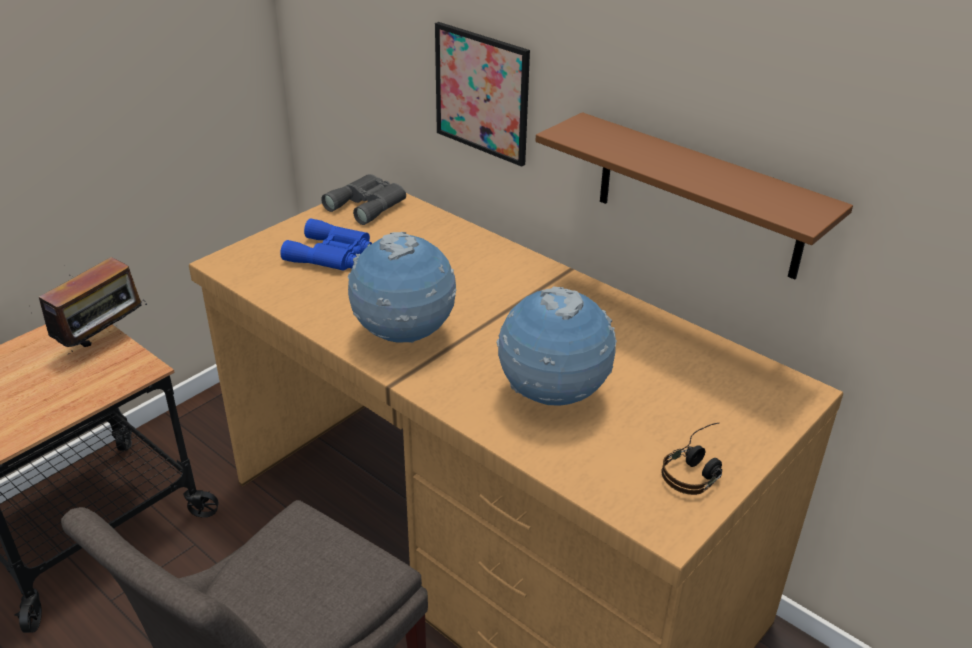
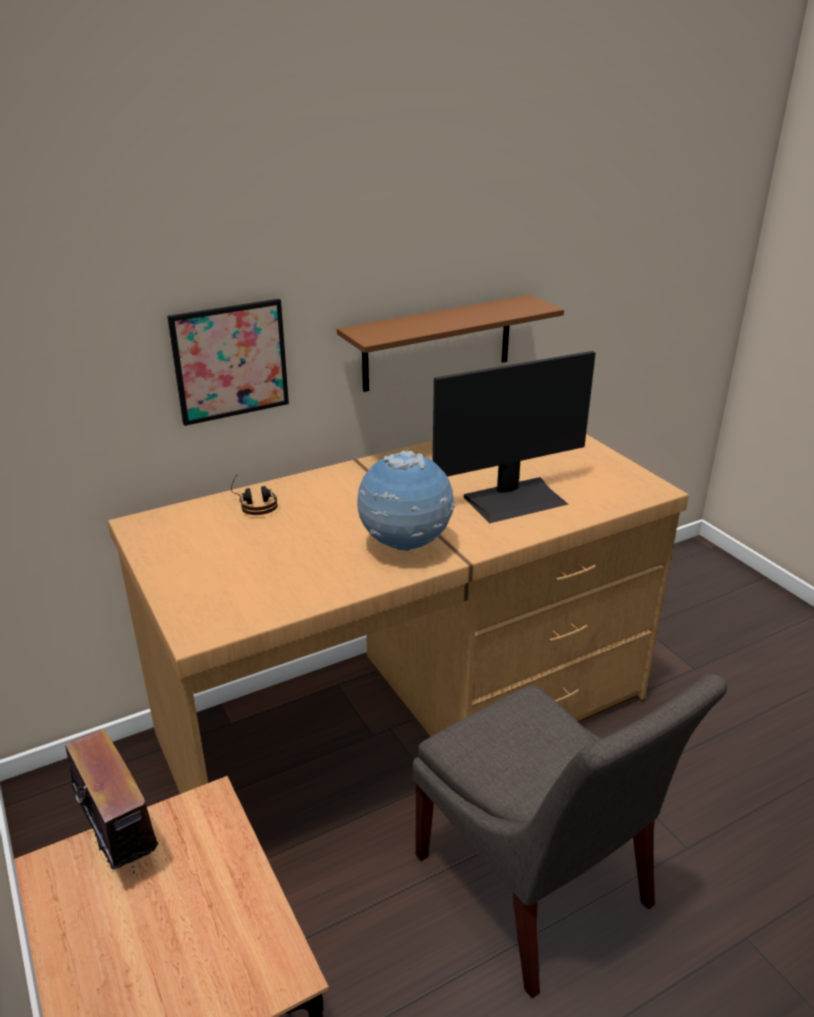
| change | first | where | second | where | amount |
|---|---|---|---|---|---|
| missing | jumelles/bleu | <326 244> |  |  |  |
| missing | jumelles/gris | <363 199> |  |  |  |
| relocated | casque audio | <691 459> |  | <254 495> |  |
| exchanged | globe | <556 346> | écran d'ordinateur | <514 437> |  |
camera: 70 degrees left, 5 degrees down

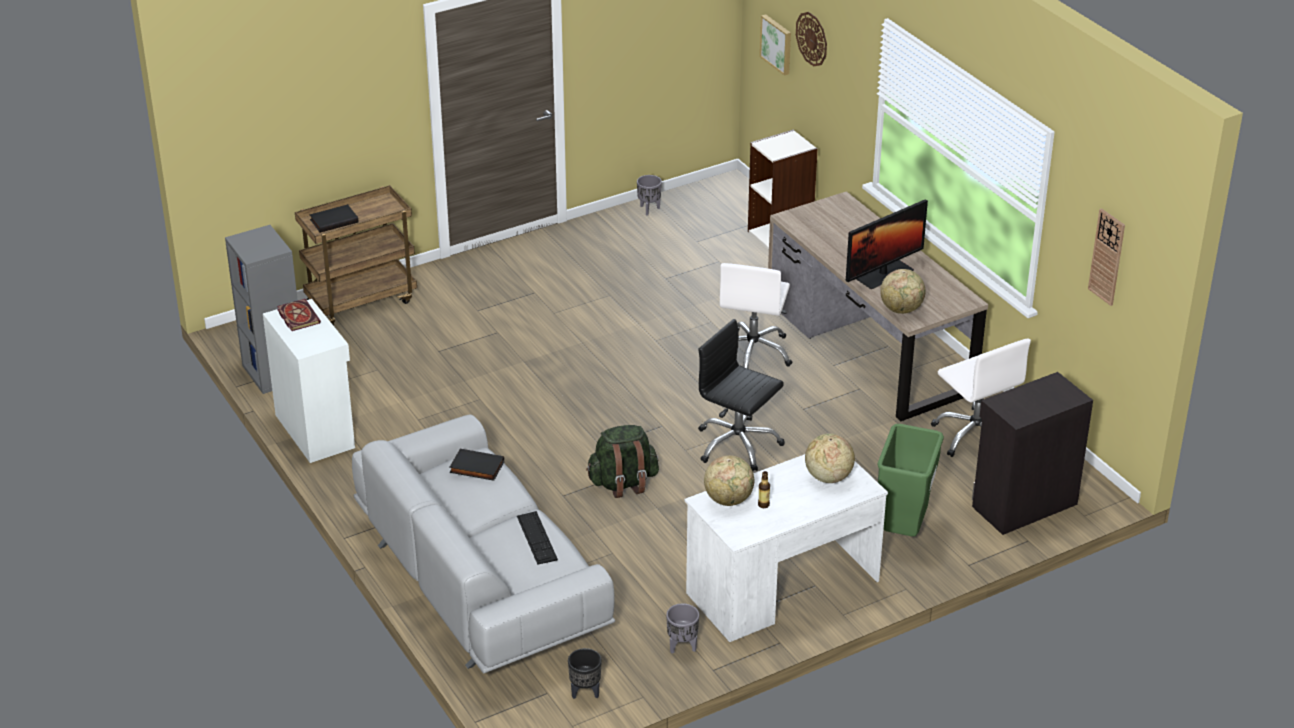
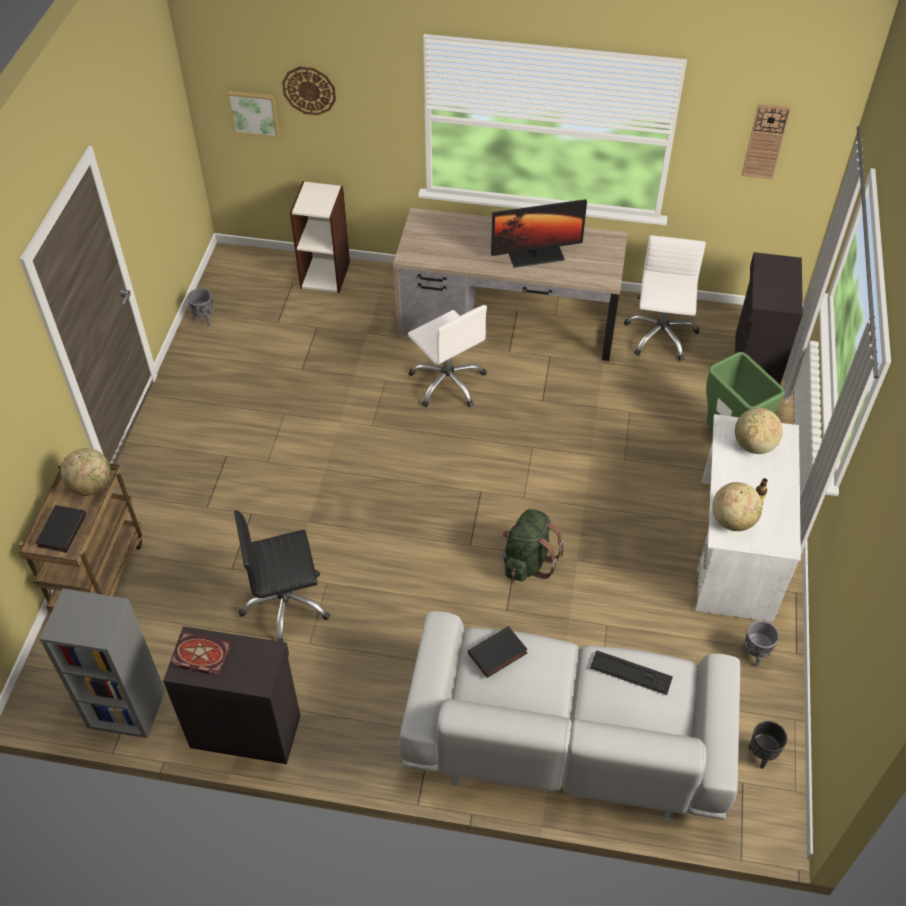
| change | first | where | second | where | amount |
|---|---|---|---|---|---|
| relocated | chaise de bureau/noir | <741 395> |  | <282 576> |  |
| relocated | globe | <903 291> |  | <86 472> |  |
| colour | meuble de rangement/blanc | <309 381> | meuble de rangement/noir | <232 695> |  |
| spun | écran d'ordinateur | <887 244> |  | <539 233> | 75 degrees clockwise |
| spun | chaise de bureau/blanc | <981 398> |  | <665 298> | 90 degrees counterclockwise |
camera: 50 degrees left, 15 degrees up

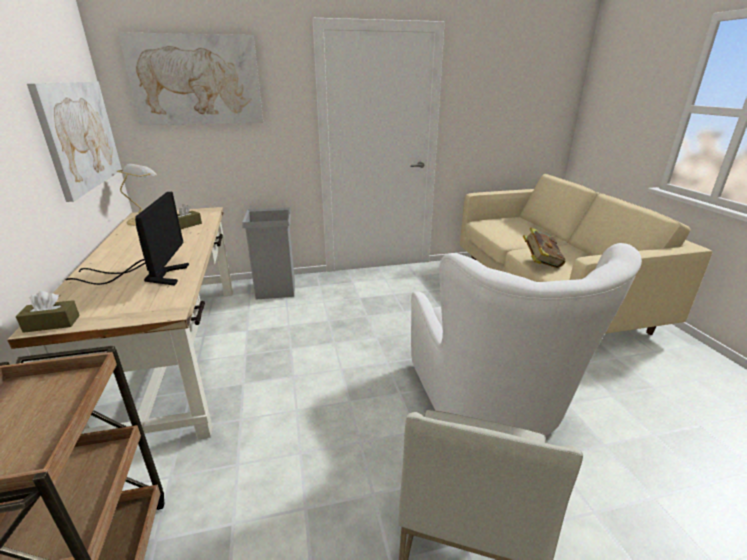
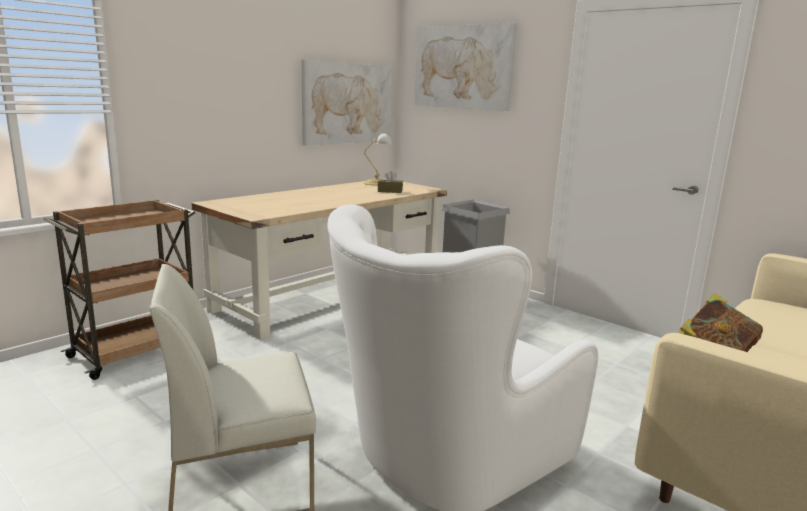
| change | first | where | second | where | amount |
|---|---|---|---|---|---|
| missing | boîte à mouchoirs/marron | <48 312> |  |  |  |
| missing | écran d'ordinateur | <127 239> |  |  |  |
camera: 55 degrees right, 10 degrees down

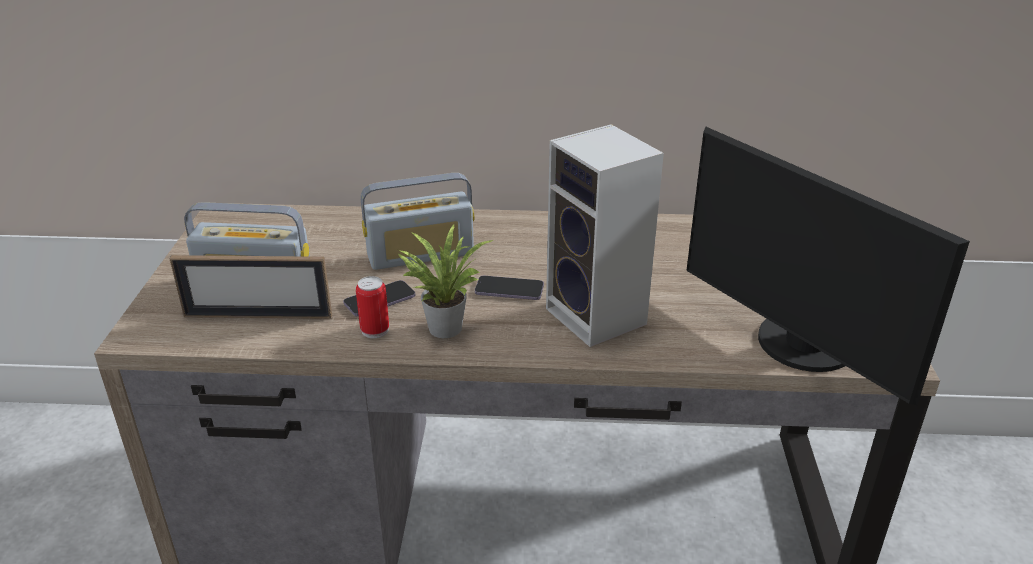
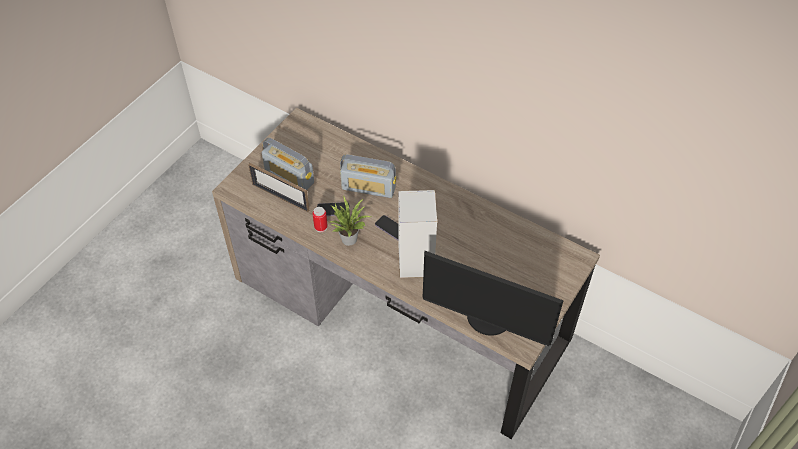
| change | first | where | second | where | amount |
|---|---|---|---|---|---|
| spun | écran d'ordinateur | <828 266> |  | <493 298> | 60 degrees counterclockwise |
camera: 30 degrees right, 20 degrees up

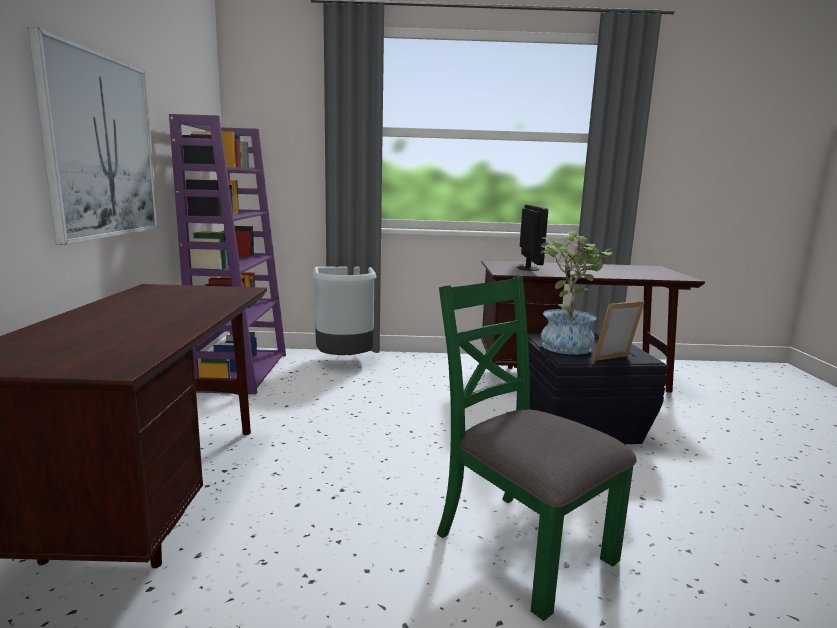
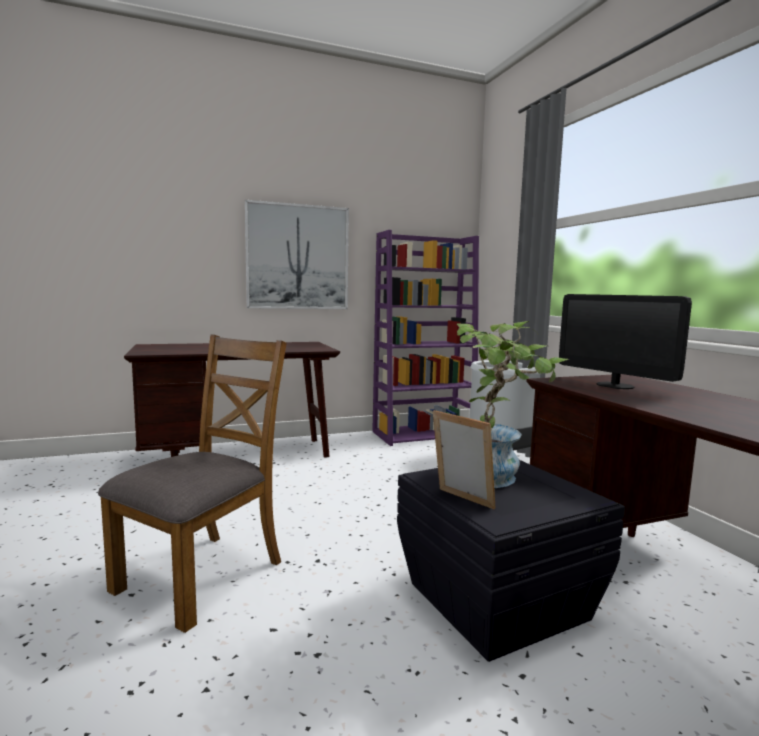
| change | first | where | second | where | amount |
|---|---|---|---|---|---|
| colour | chaise/vert | <537 448> | chaise/marron | <192 483> |  |
| spun | écran d'ordinateur | <532 238> |  | <625 341> | 75 degrees clockwise |
camera: 70 degrees right, 5 degrees down

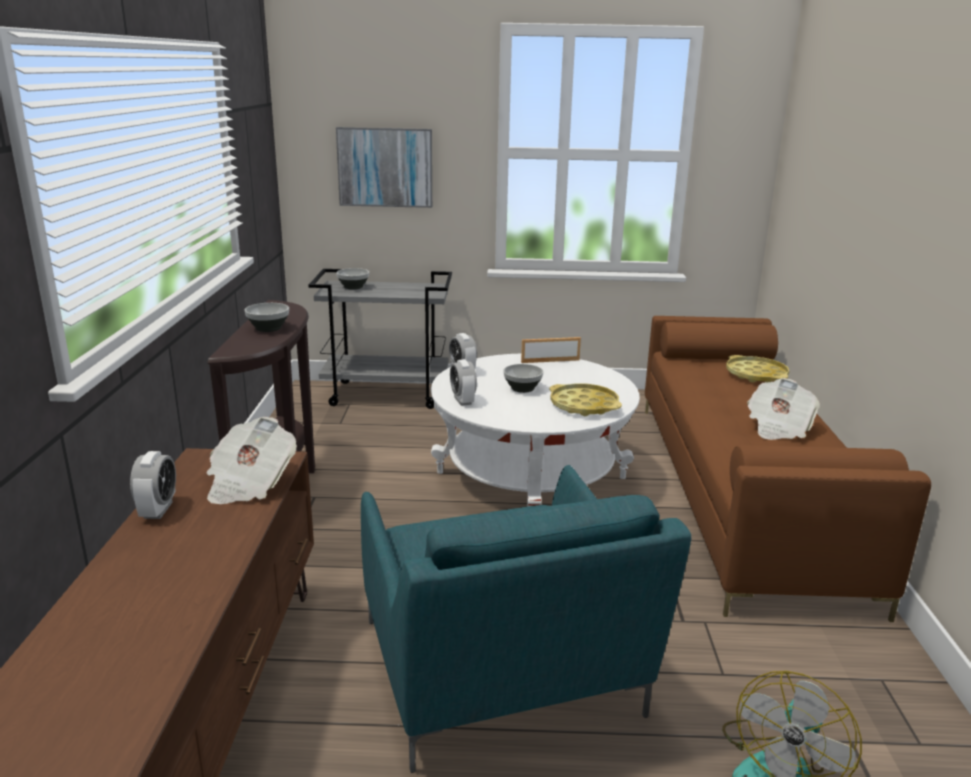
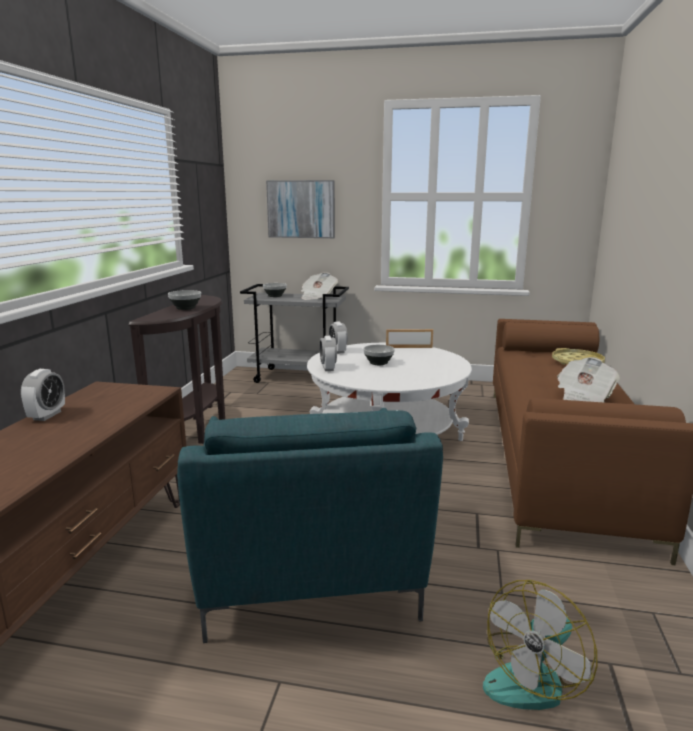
| change | first | where | second | where | amount |
|---|---|---|---|---|---|
| missing | plateau/jaune | <585 399> |  |  |  |
| relocated | journal | <252 460> |  | <319 286> |  |
camera: 10 degrees right, 5 degrees down

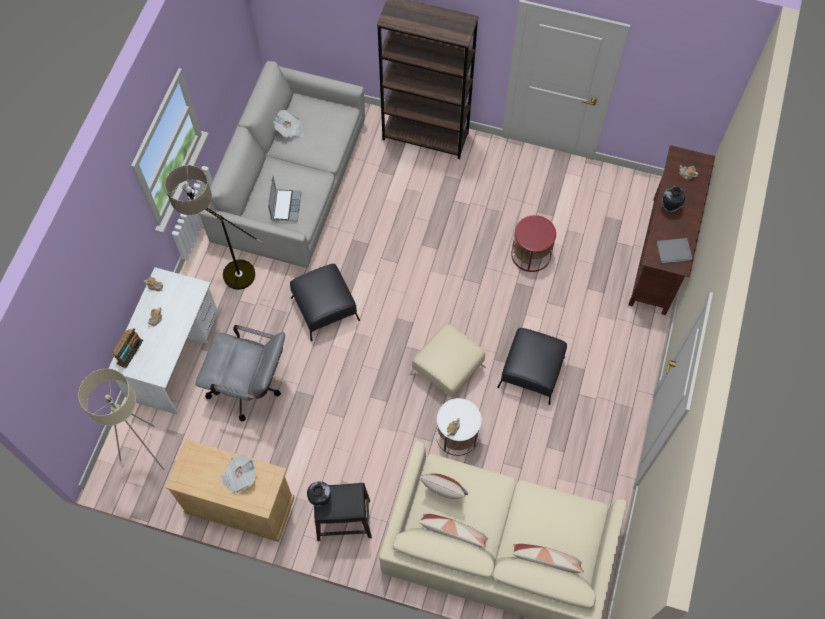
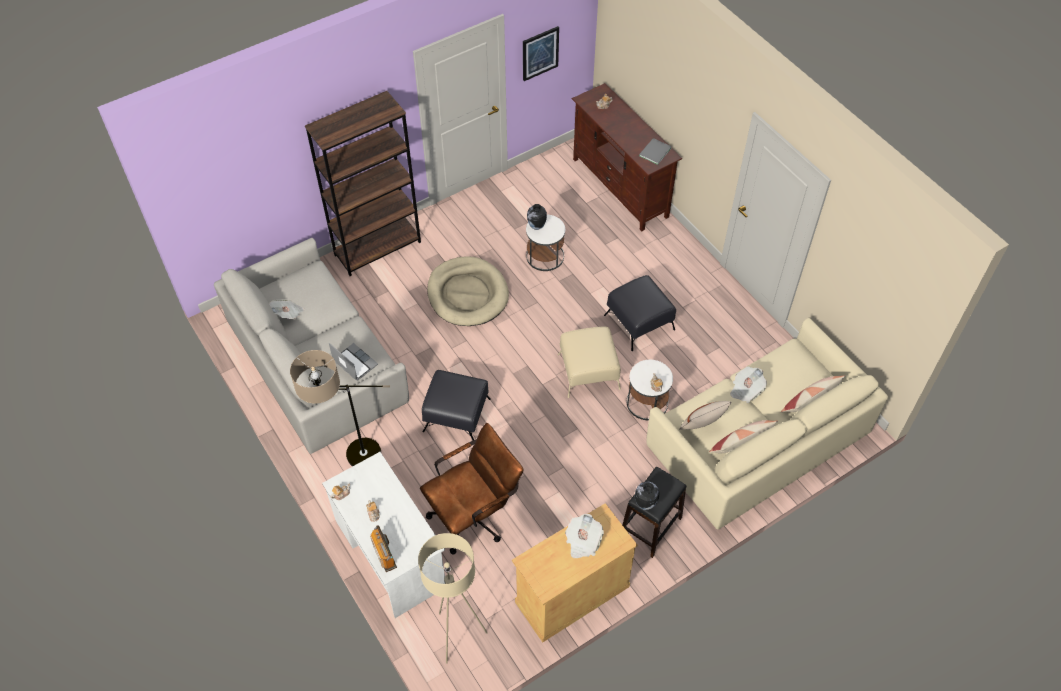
| change | first | where | second | where | amount |
|---|---|---|---|---|---|
| appeared |  |  | panier pour chien/beige | <468 291> |  |
| appeared |  |  | tableau | <541 53> |  |
| appeared |  |  | journal | <748 384> |  |
| relocated | vase | <673 199> |  | <537 217> |  |
| colour | chaise de bureau/gris | <240 373> | chaise de bureau/marron | <472 489> |  |
| colour | table d'appoint/rouge | <533 243> | table d'appoint/blanc | <545 242> |  |
camera: 50 degrees left, 10 degrees down

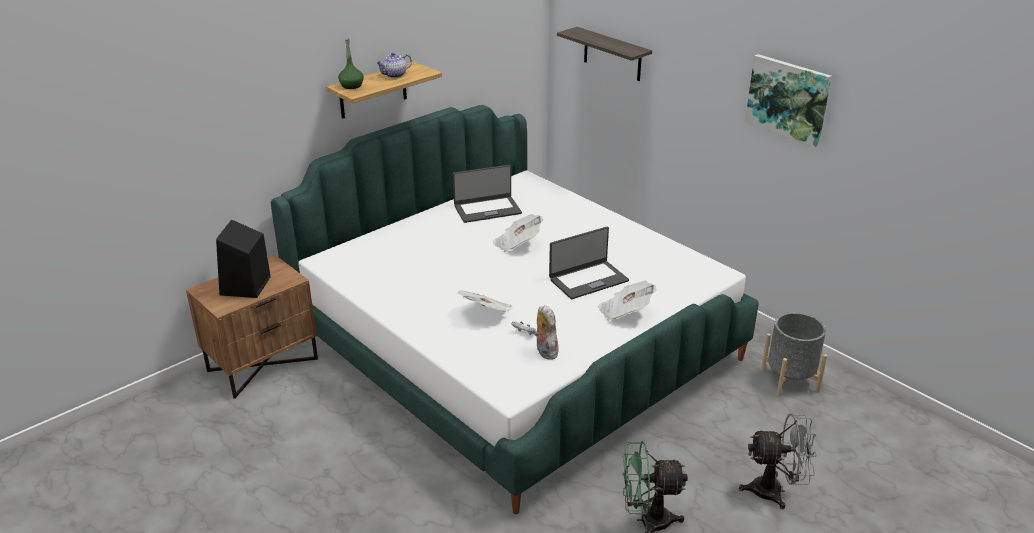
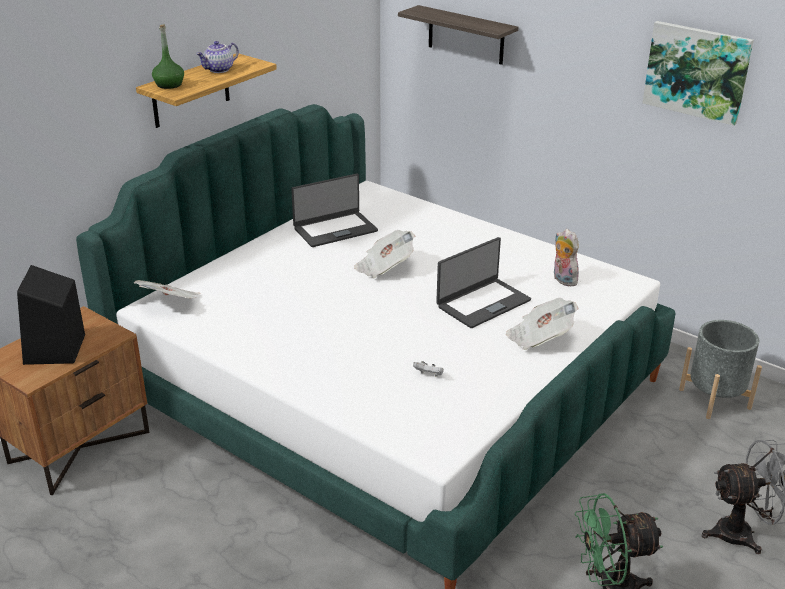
| change | first | where | second | where | amount |
|---|---|---|---|---|---|
| relocated | journal | <485 301> |  | <167 289> |  |
| relocated | peluche | <546 332> |  | <566 258> |  |
camera: 10 degrees left, 0 degrees up

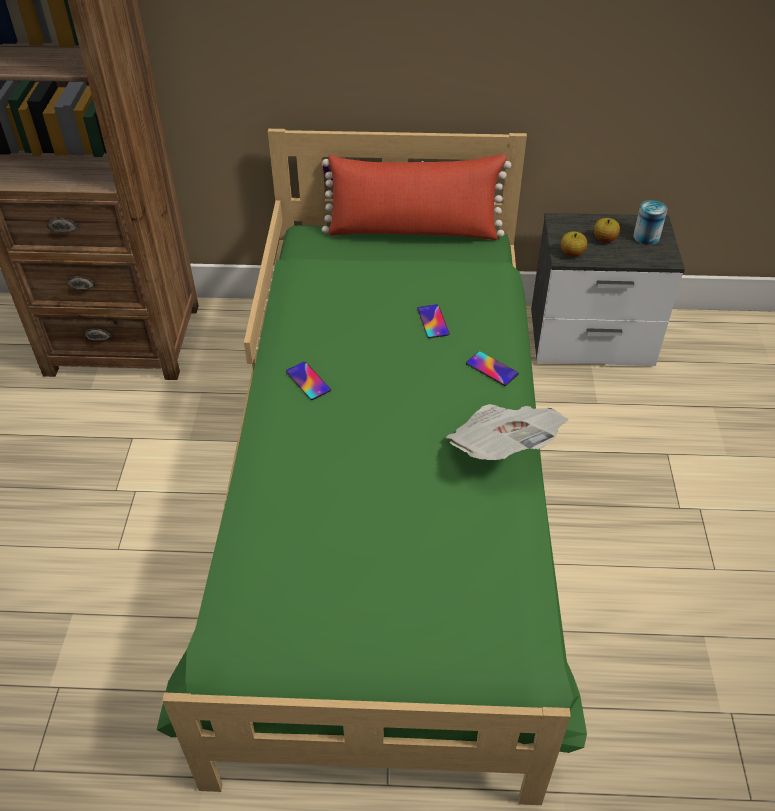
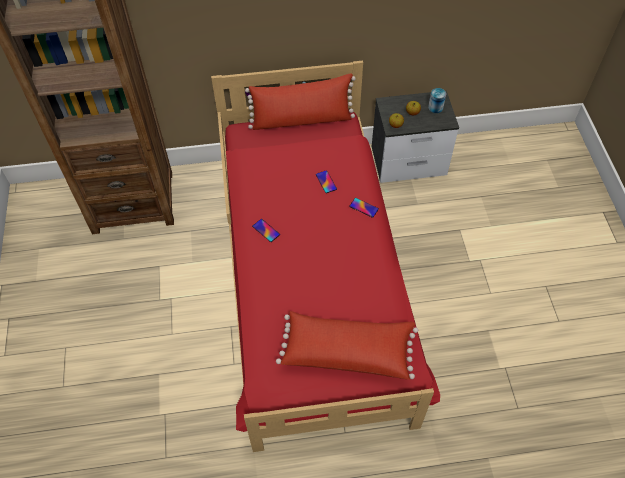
| change | first | where | second | where | amount |
|---|---|---|---|---|---|
| missing | journal | <506 432> |  |  |  |
| appeared |  |  | coussin/rouge | <347 345> |  |
| colour | lit/vert | <372 467> | lit/rouge | <325 256> |  |
camera: 10 degrees left, 10 degrees up

